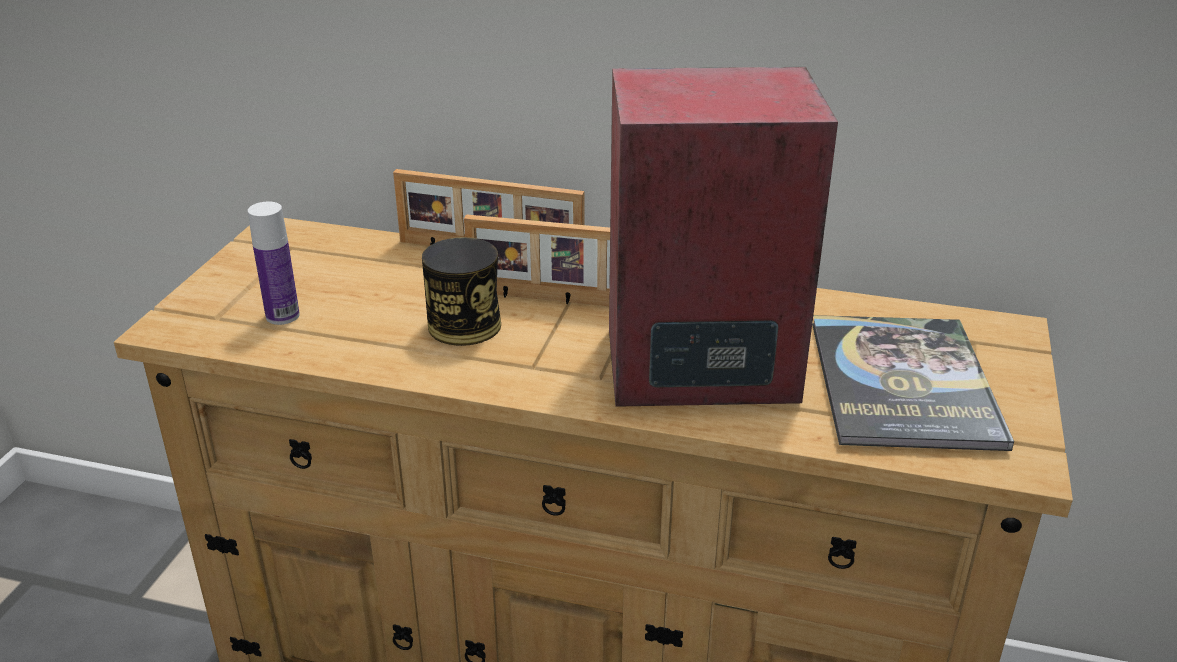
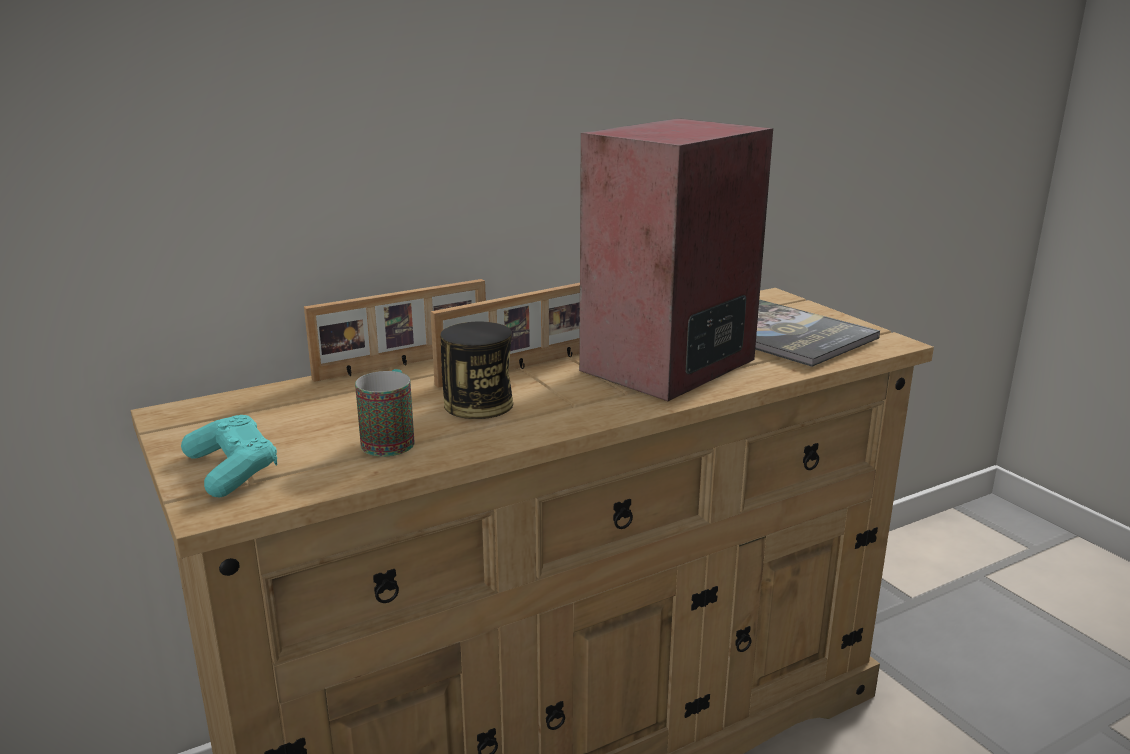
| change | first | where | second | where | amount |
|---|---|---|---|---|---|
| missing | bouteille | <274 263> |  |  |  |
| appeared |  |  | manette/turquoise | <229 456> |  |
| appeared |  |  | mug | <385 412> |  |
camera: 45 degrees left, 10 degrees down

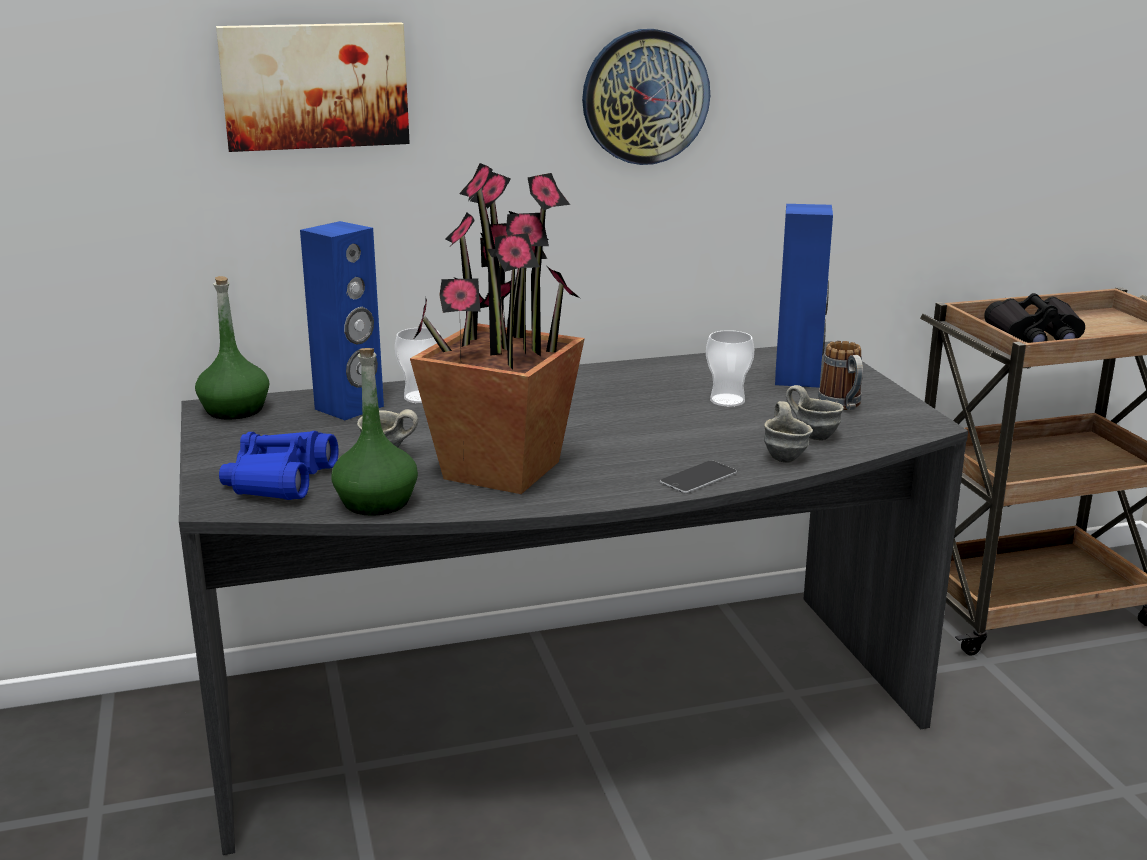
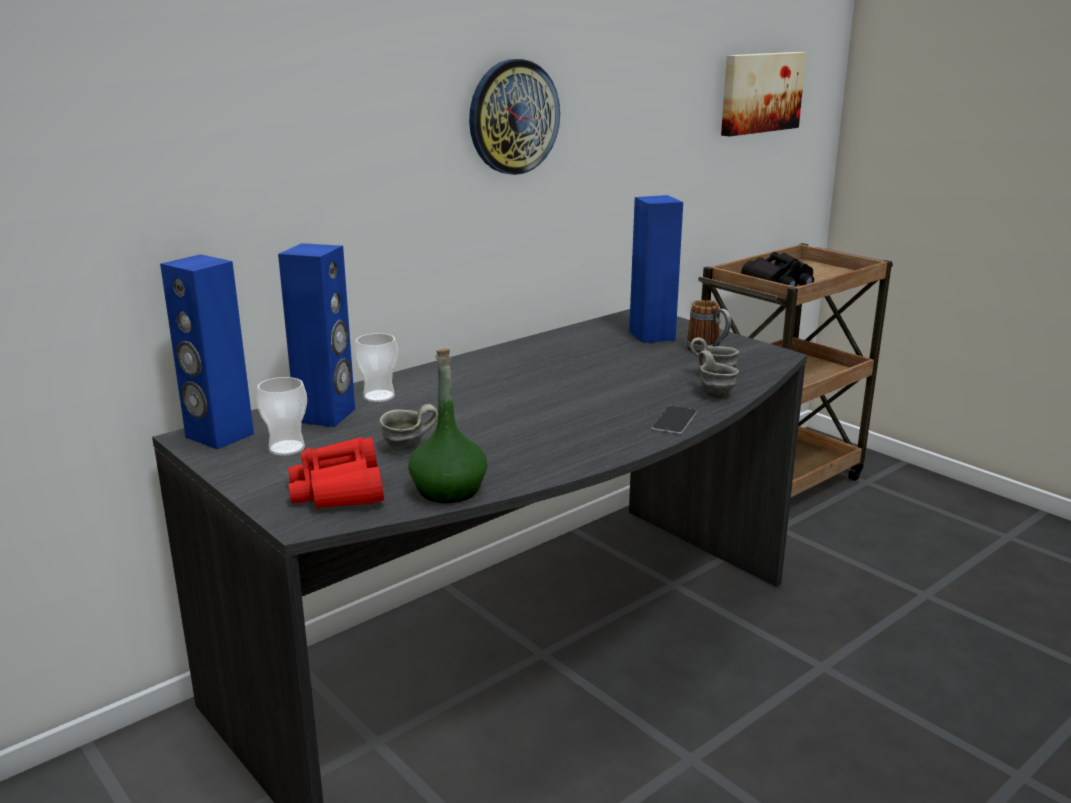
| change | first | where | second | where | amount |
|---|---|---|---|---|---|
| missing | plante en pot | <497 328> |  |  |  |
| relocated | tableau | <313 87> |  | <763 94> |  |
| relocated | tasse | <730 368> |  | <281 416> |  |
| exchanged | bouteille/vert | <232 348> | enceinte/bleu | <207 351> |  |
| colour | jumelles/bleu | <279 465> | jumelles/rouge | <336 473> |  |
camera: 25 degrees left, 0 degrees up

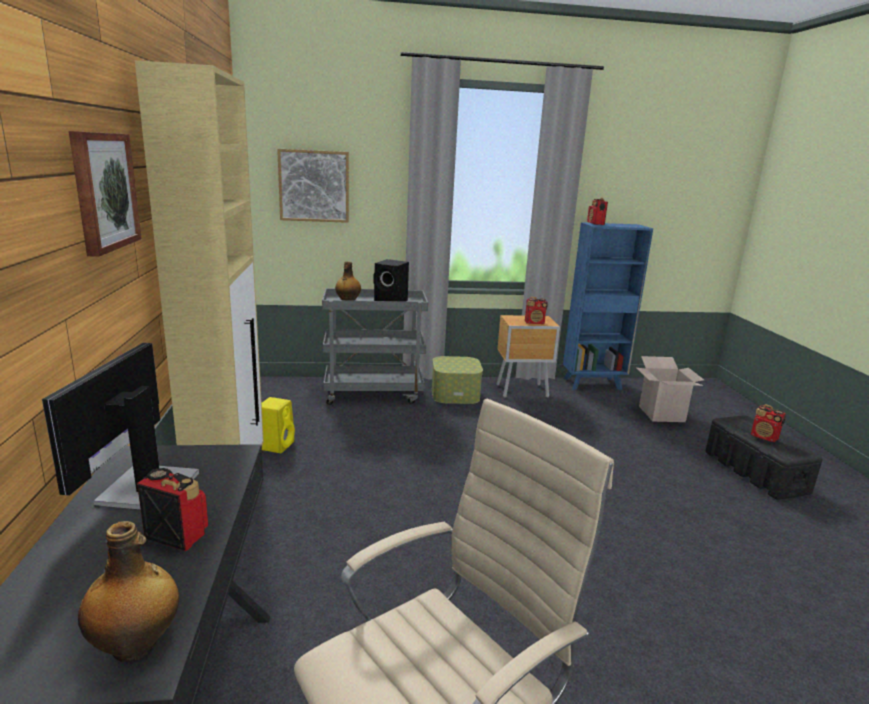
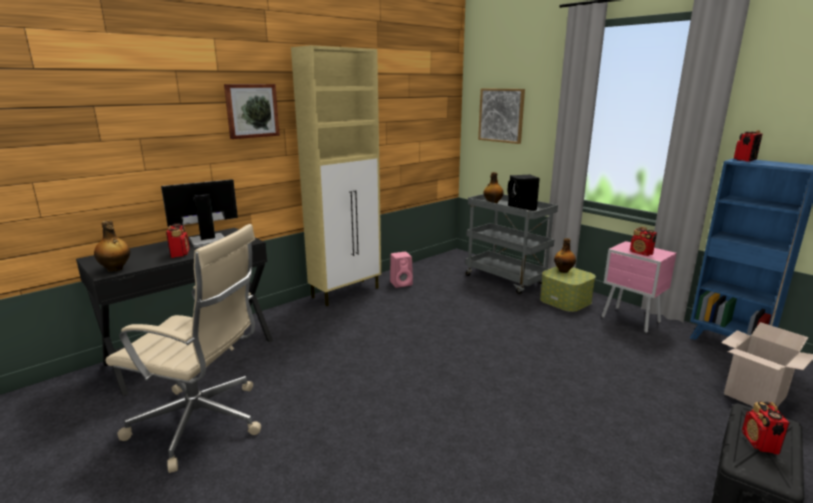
| change | first | where | second | where | amount |
|---|---|---|---|---|---|
| appeared |  |  | bouteille | <565 255> |  |
| colour | enceinte/jaune | <278 425> | enceinte/rose | <401 270> |  |
| colour | table de chevet/marron | <528 356> | table de chevet/rose | <639 287> |  |
camera: 55 degrees right, 0 degrees up

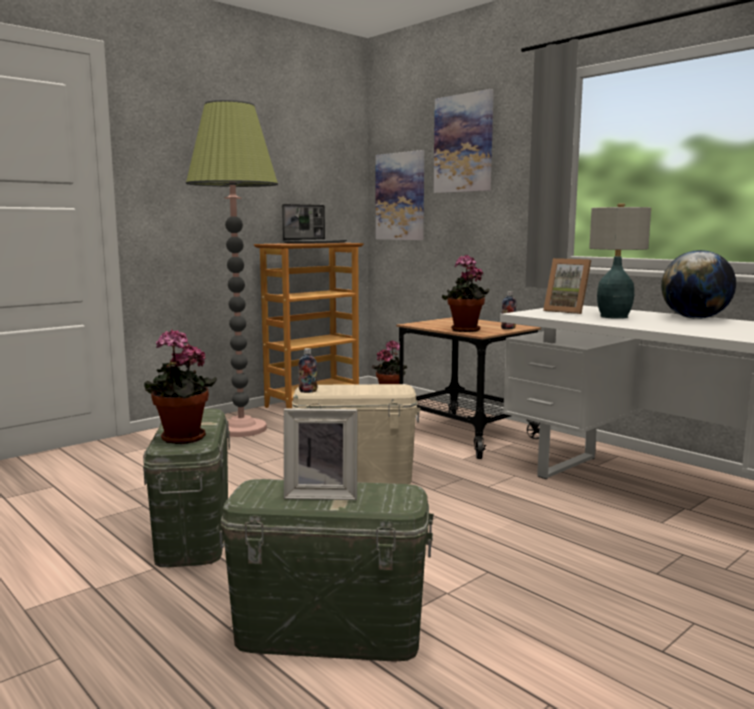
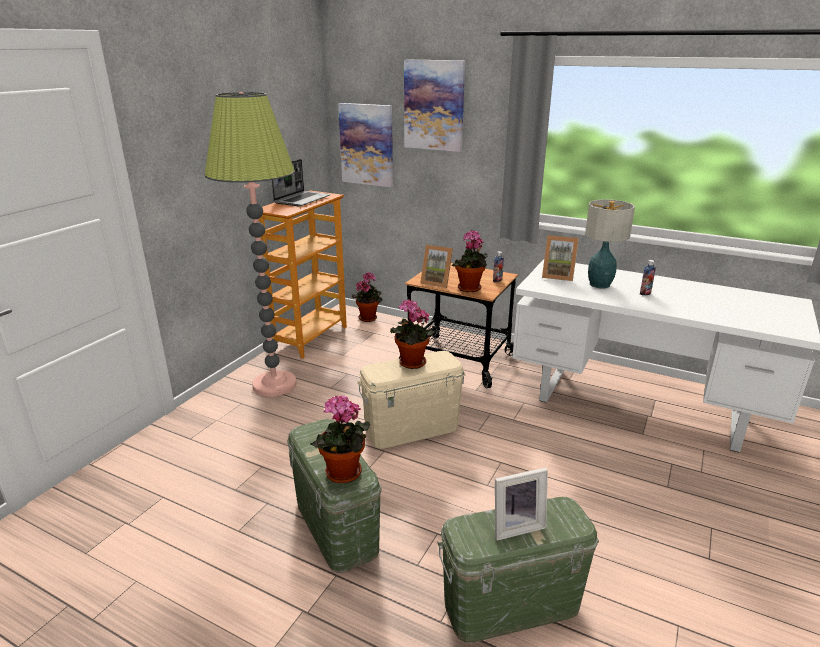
| change | first | where | second | where | amount |
|---|---|---|---|---|---|
| missing | globe | <698 284> |  |  |  |
| appeared |  |  | plante en pot | <412 334> |  |
| appeared |  |  | cadre photo | <436 266> |  |
| relocated | bouteille | <308 370> |  | <648 277> |  |
camera: 20 degrees left, 15 degrees up

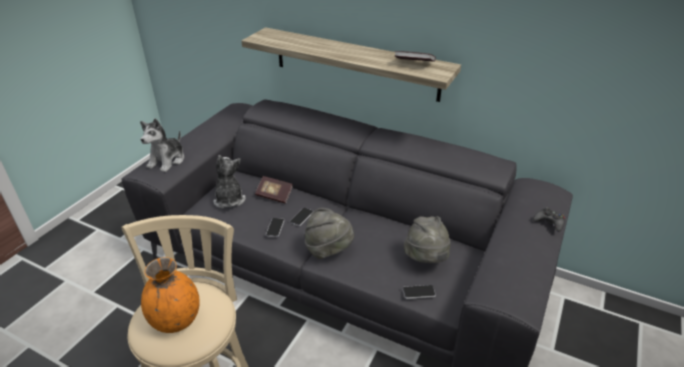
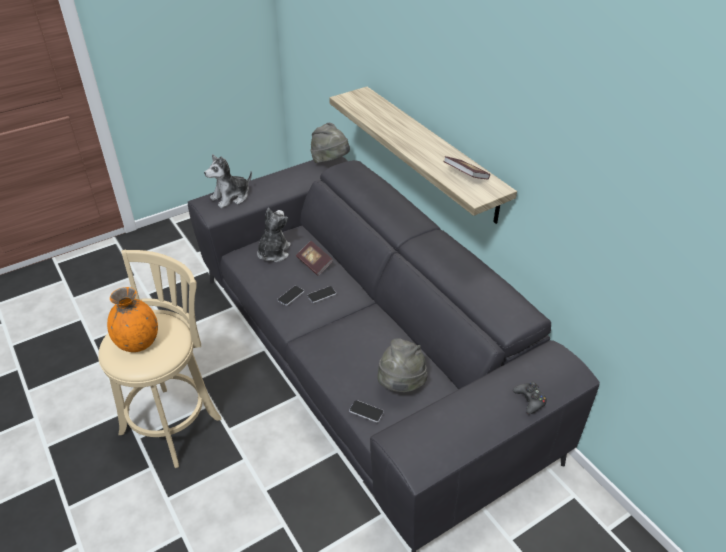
| change | first | where | second | where | amount |
|---|---|---|---|---|---|
| relocated | chapeau/gris | <329 233> |  | <330 143> |  |
camera: 30 degrees right, 5 degrees up

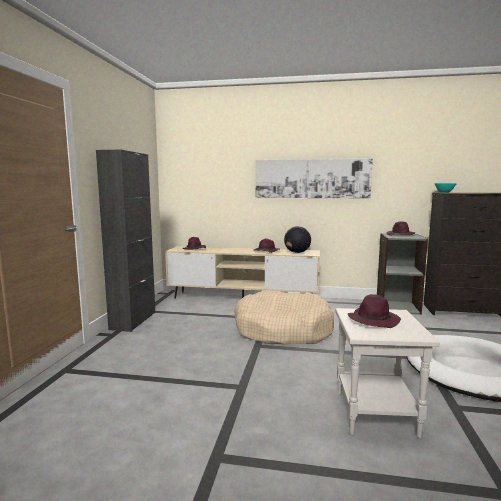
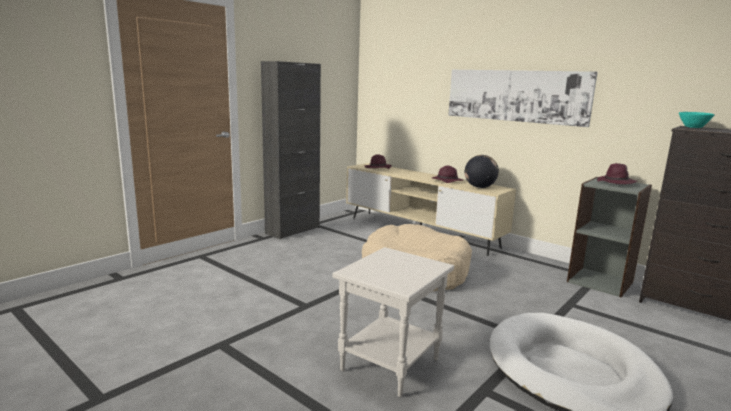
| change | first | where | second | where | amount |
|---|---|---|---|---|---|
| missing | chapeau/violet | <374 311> |  |  |  |
camera: 30 degrees right, 5 degrees up

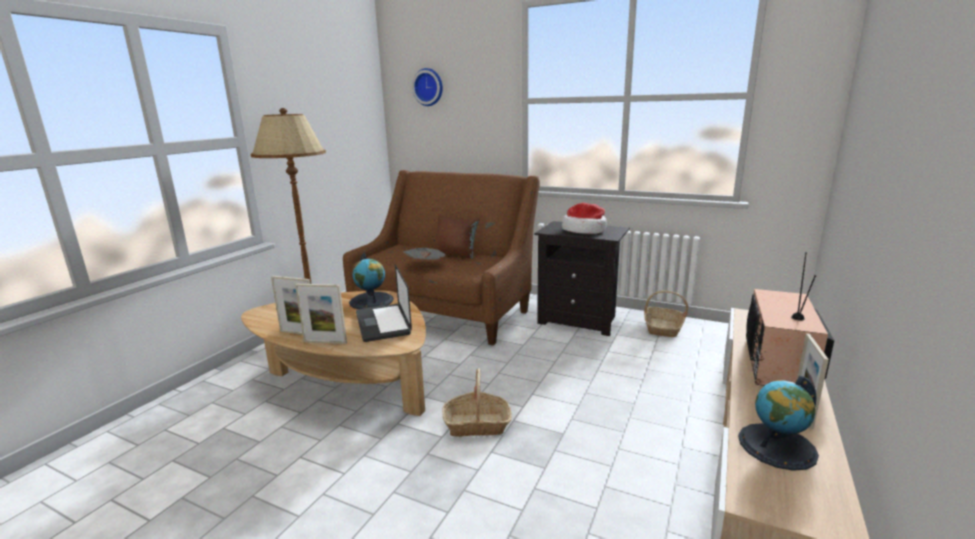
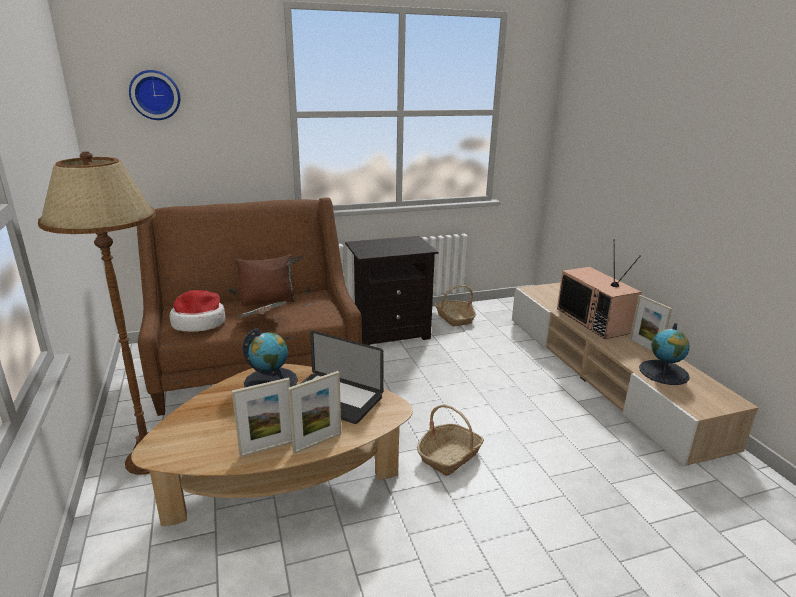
| change | first | where | second | where | amount |
|---|---|---|---|---|---|
| relocated | chapeau | <584 218> |  | <197 311> |  |
camera: 45 degrees left, 5 degrees up

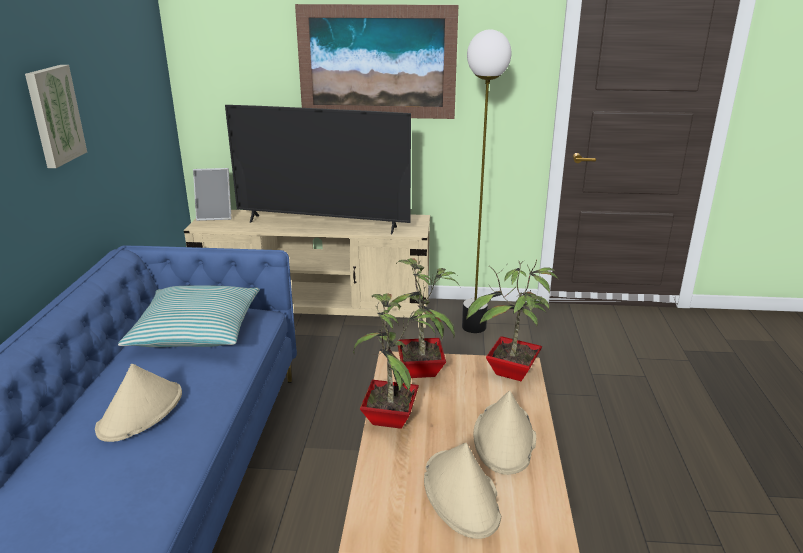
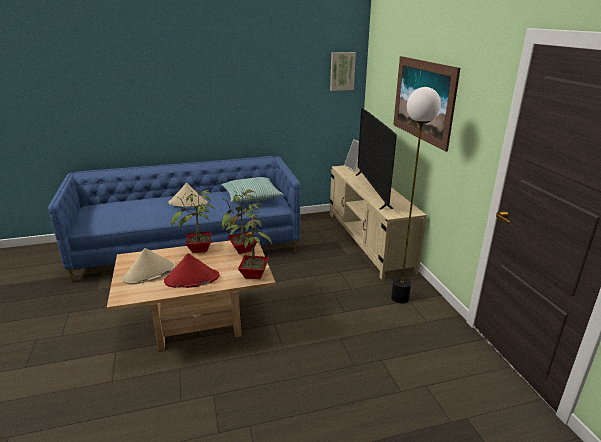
| change | first | where | second | where | amount |
|---|---|---|---|---|---|
| relocated | tableau | <56 116> |  | <343 71> |  |
| colour | chapeau/beige | <504 433> | chapeau/rouge | <192 270> |  |
camera: 70 degrees right, 0 degrees up

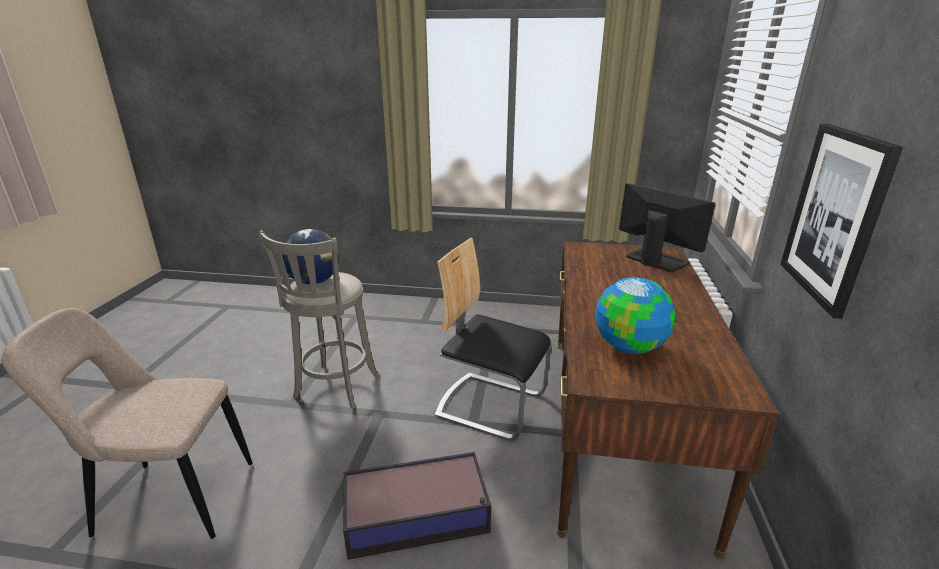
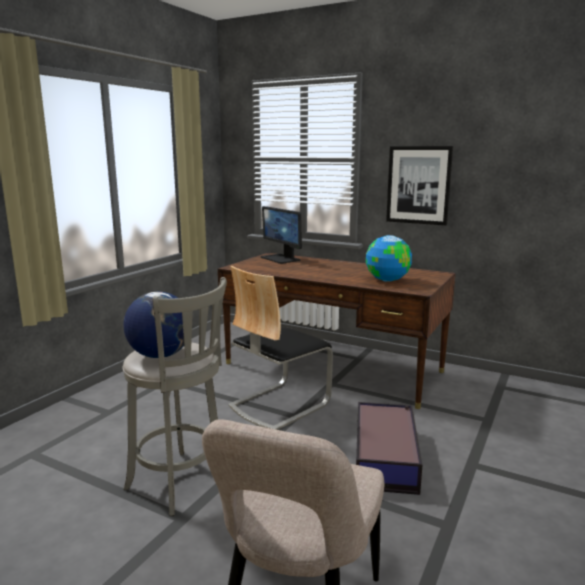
| change | first | where | second | where | amount |
|---|---|---|---|---|---|
| spun | écran d'ordinateur | <667 227> |  | <281 235> | 105 degrees counterclockwise |
camera: 70 degrees left, 10 degrees down

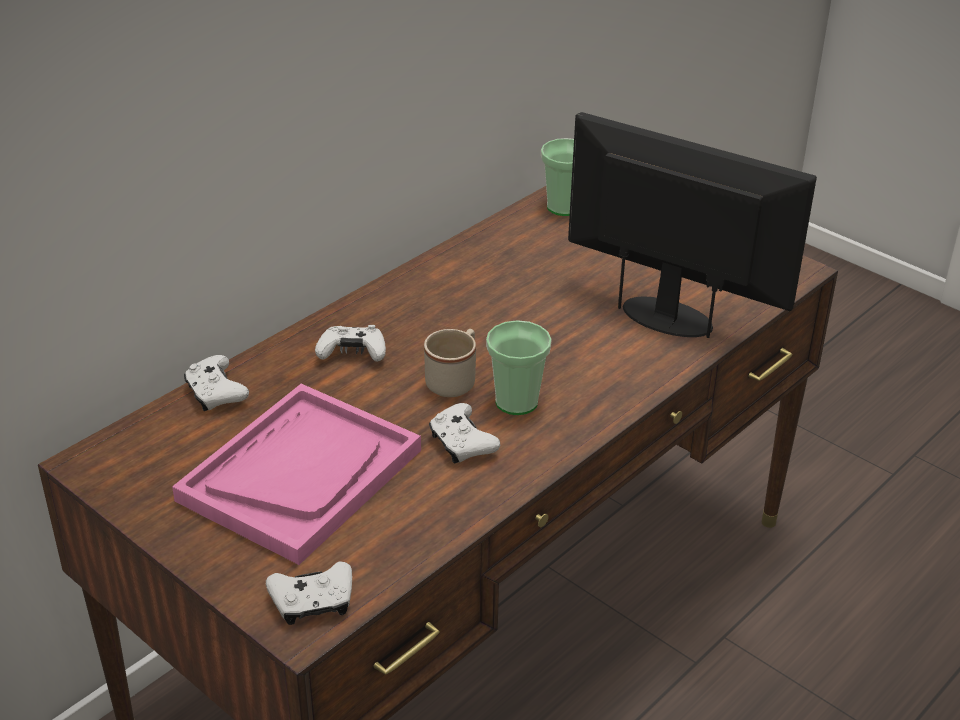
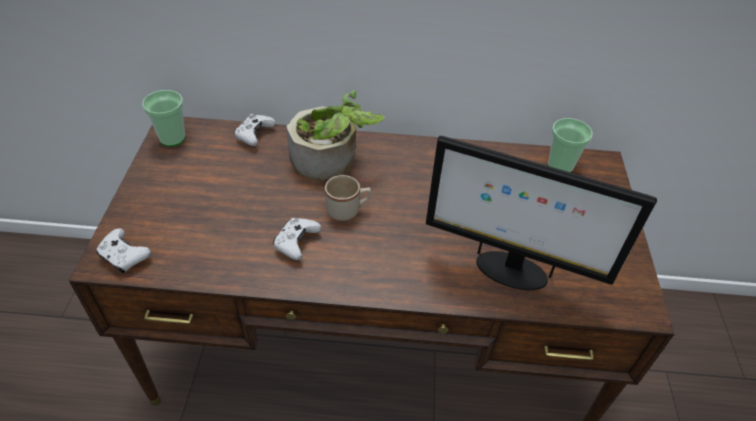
| change | first | where | second | where | amount |
|---|---|---|---|---|---|
| missing | plateau/rose | <296 474> |  |  |  |
| relocated | tasse | <519 367> |  | <163 118> |  |
| exchanged | manette/blanc | <350 343> | plante en pot | <335 135> |  |
| spun | écran d'ordinateur | <692 225> |  | <541 213> | 120 degrees clockwise |
camera: 50 degrees right, 10 degrees up

